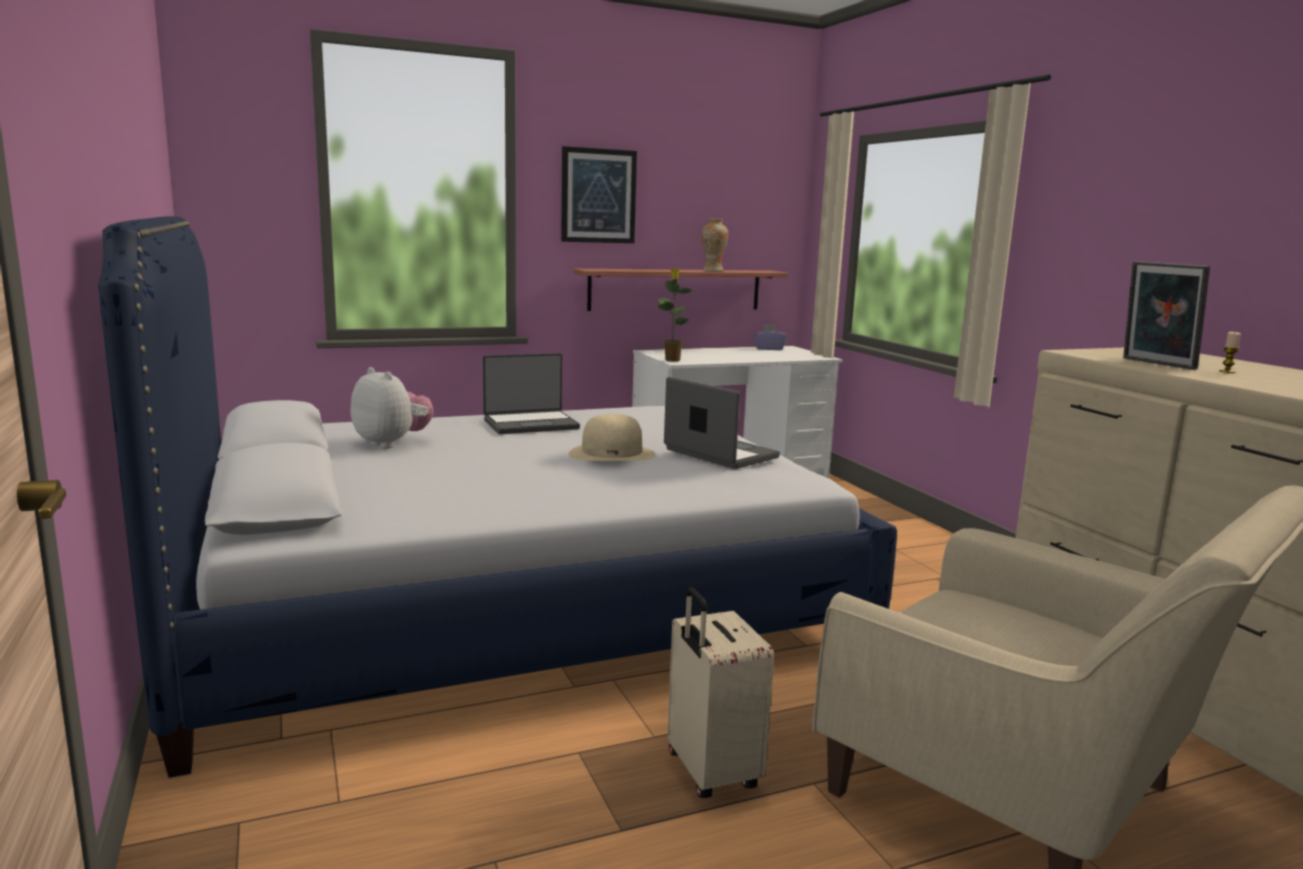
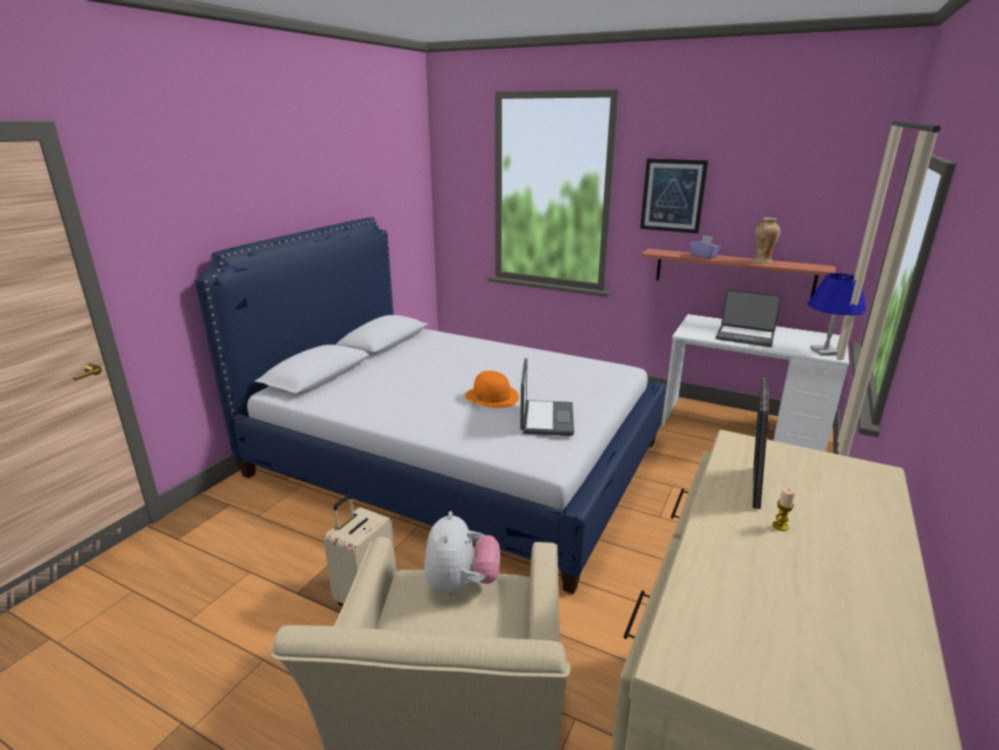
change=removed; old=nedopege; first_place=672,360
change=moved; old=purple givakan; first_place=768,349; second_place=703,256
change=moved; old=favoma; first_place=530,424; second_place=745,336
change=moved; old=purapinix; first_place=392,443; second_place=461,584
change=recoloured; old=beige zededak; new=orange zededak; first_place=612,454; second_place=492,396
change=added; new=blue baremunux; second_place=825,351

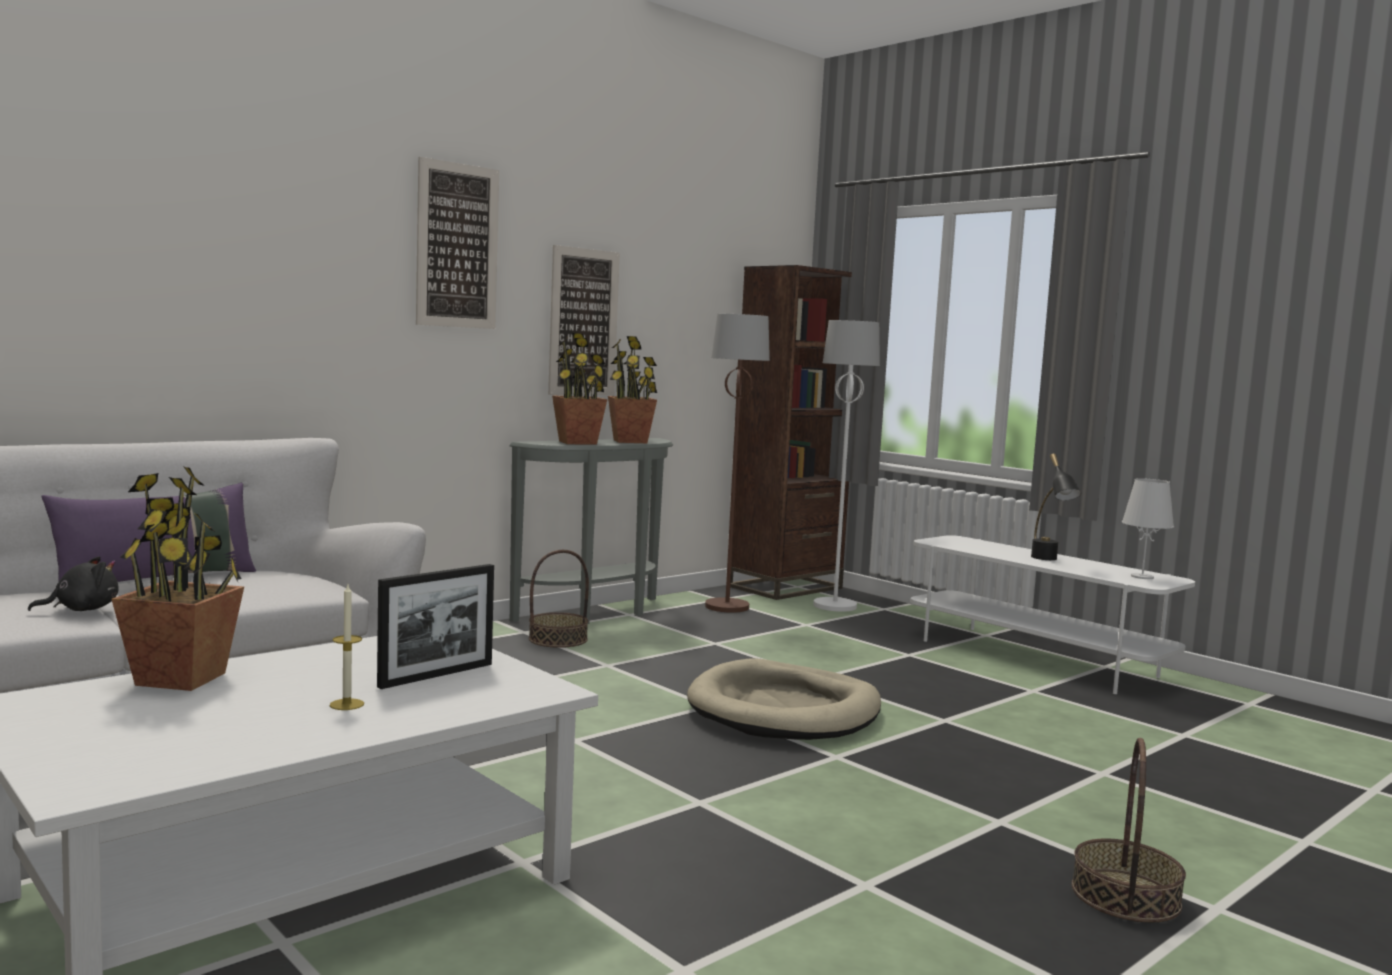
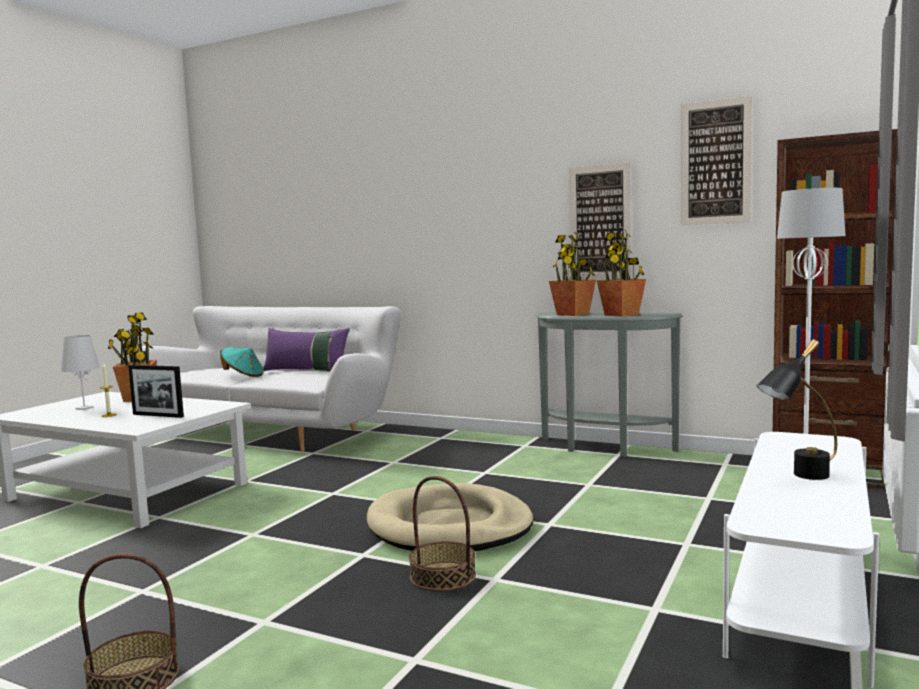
change=moved; old=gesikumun; first_place=457,246; second_place=715,162
change=removed; old=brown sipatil; first_place=727,607
change=moved; old=white baremunux; first_place=1141,576; second_place=84,407
change=moved; old=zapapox; first_place=558,639; second_place=443,576
change=replaced; old=black purapinix; new=turquoise zededak; first_place=81,610; second_place=243,376

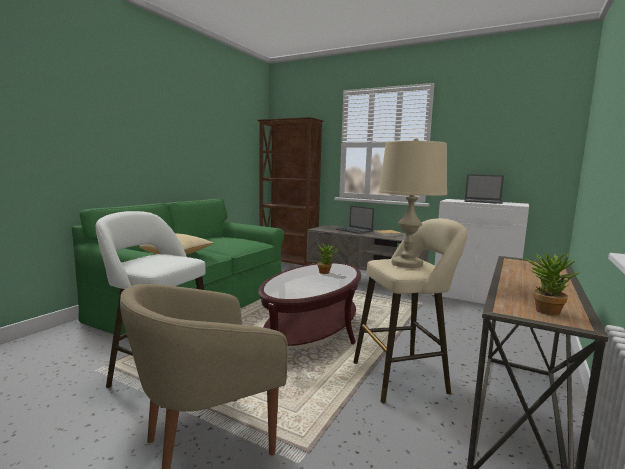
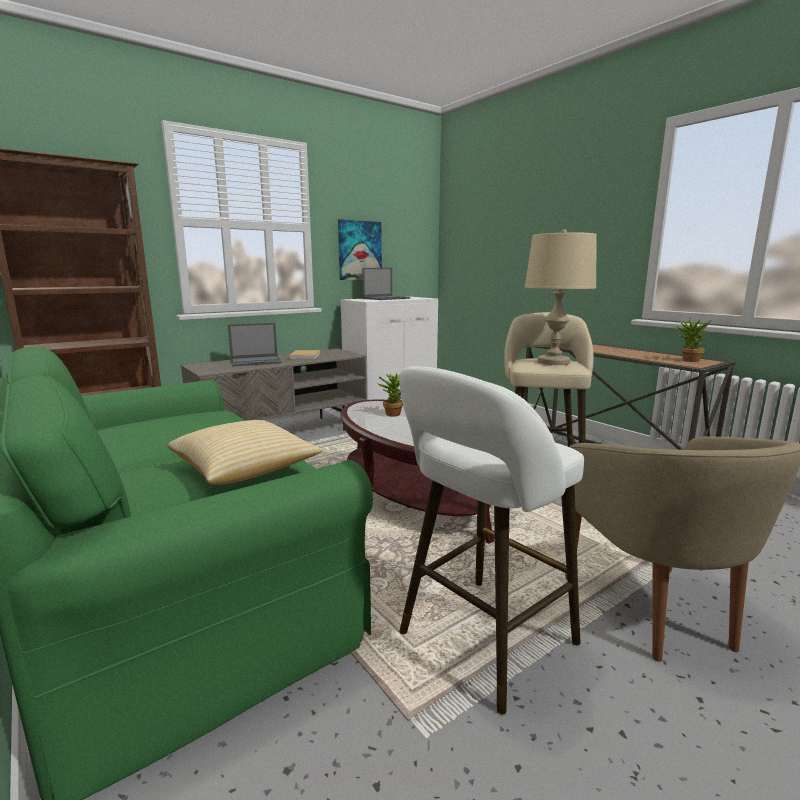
change=added; new=gesikumun; second_place=359,250

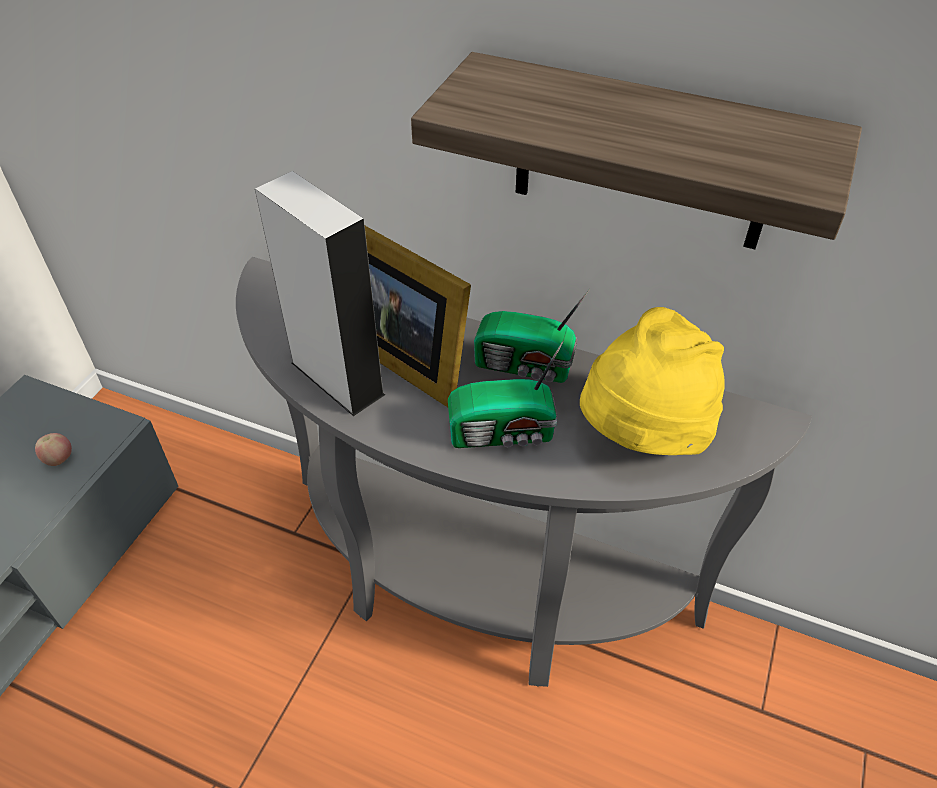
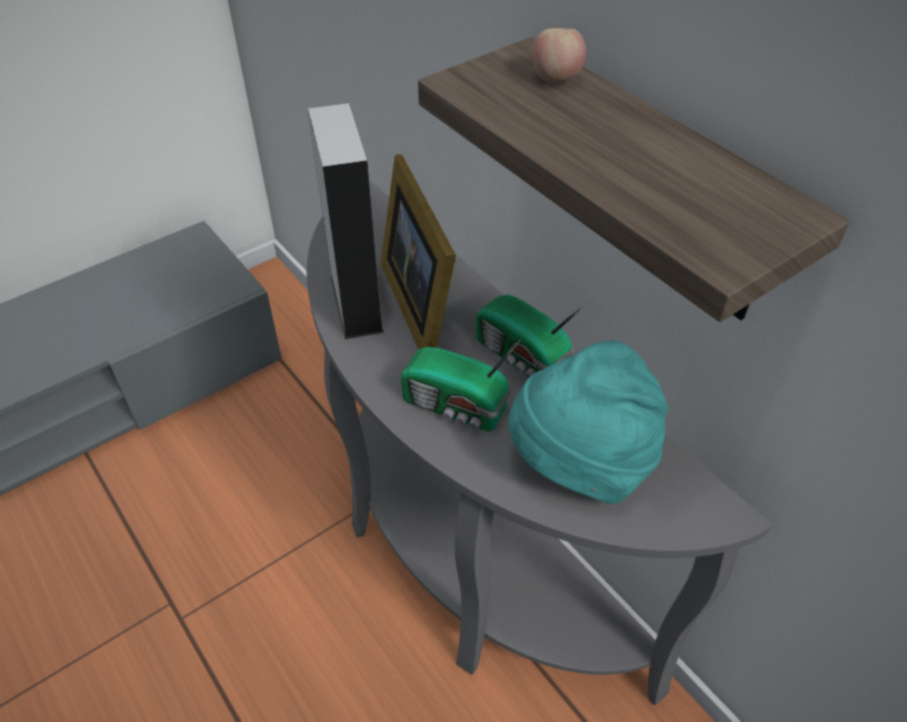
change=recoloured; old=yellow zededak; new=turquoise zededak; first_place=642,434; second_place=581,464
change=moved; old=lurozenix; first_place=59,459; second_place=556,80

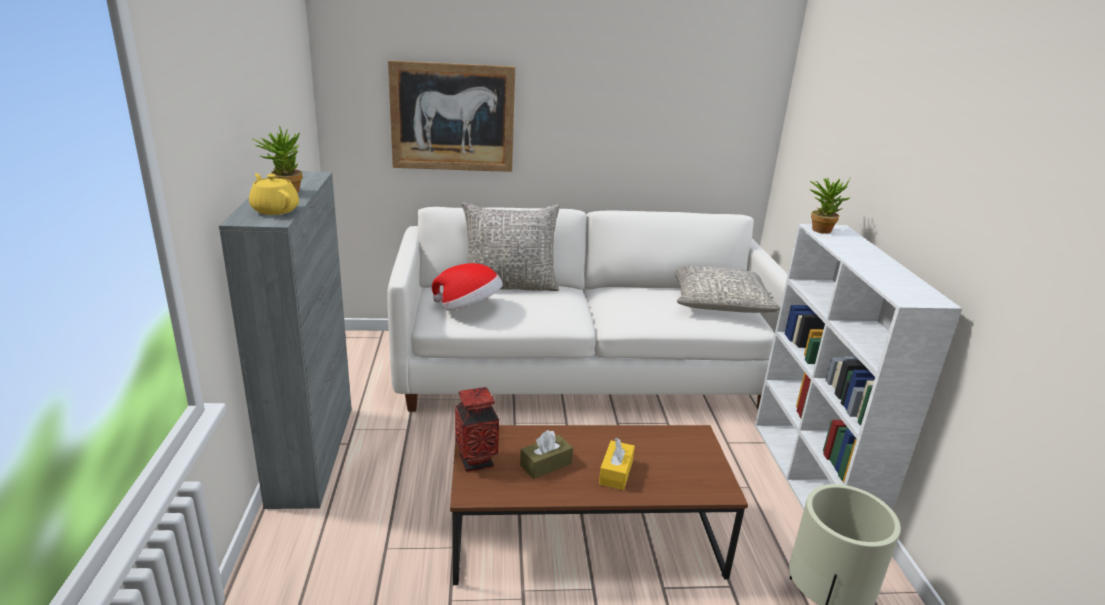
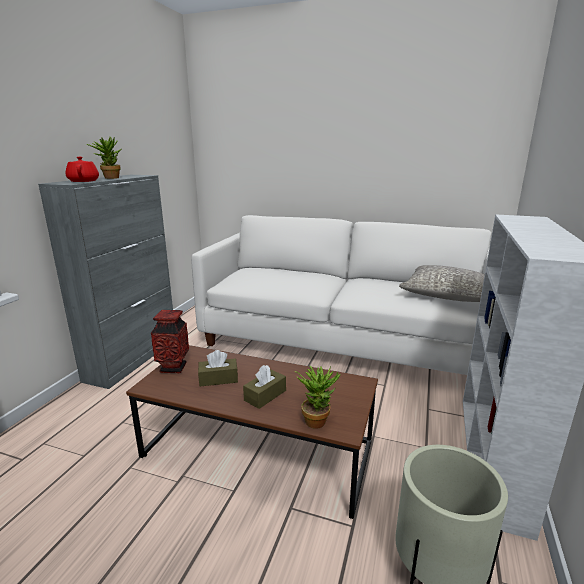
change=removed; old=gesikumun; first_place=452,117
change=recoloured; old=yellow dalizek; new=red dalizek; first_place=275,210; second_place=84,181
change=moved; old=nedopege; first_place=821,229; second_place=317,419
change=removed; old=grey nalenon; first_place=509,286
change=removed; old=zededak; first_place=469,308
change=recoloured; old=yellow givakan; new=brown givakan; first_place=616,472; second_place=265,395

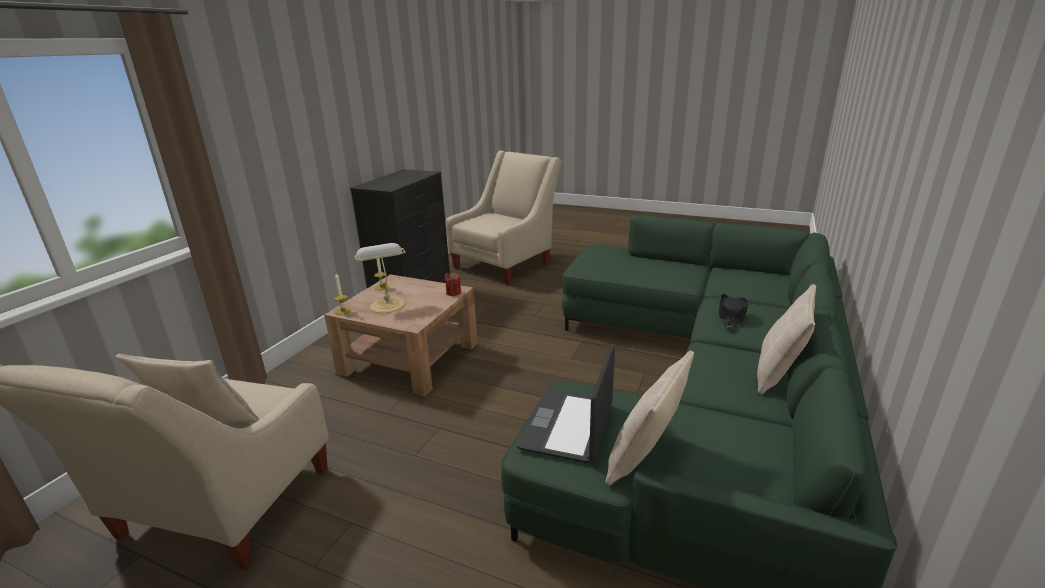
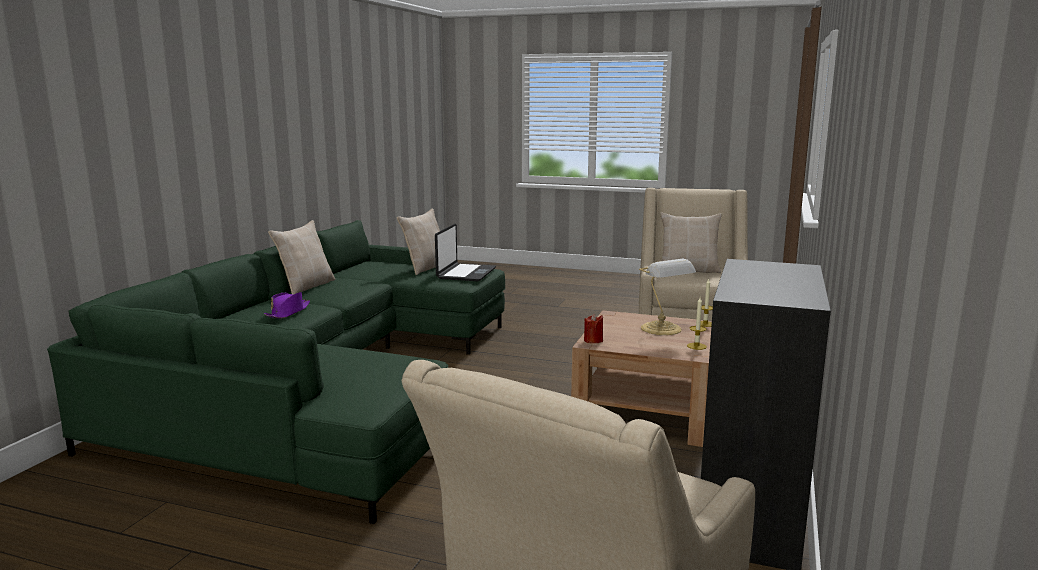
change=recoloured; old=black zededak; new=purple zededak; first_place=731,316; second_place=288,312

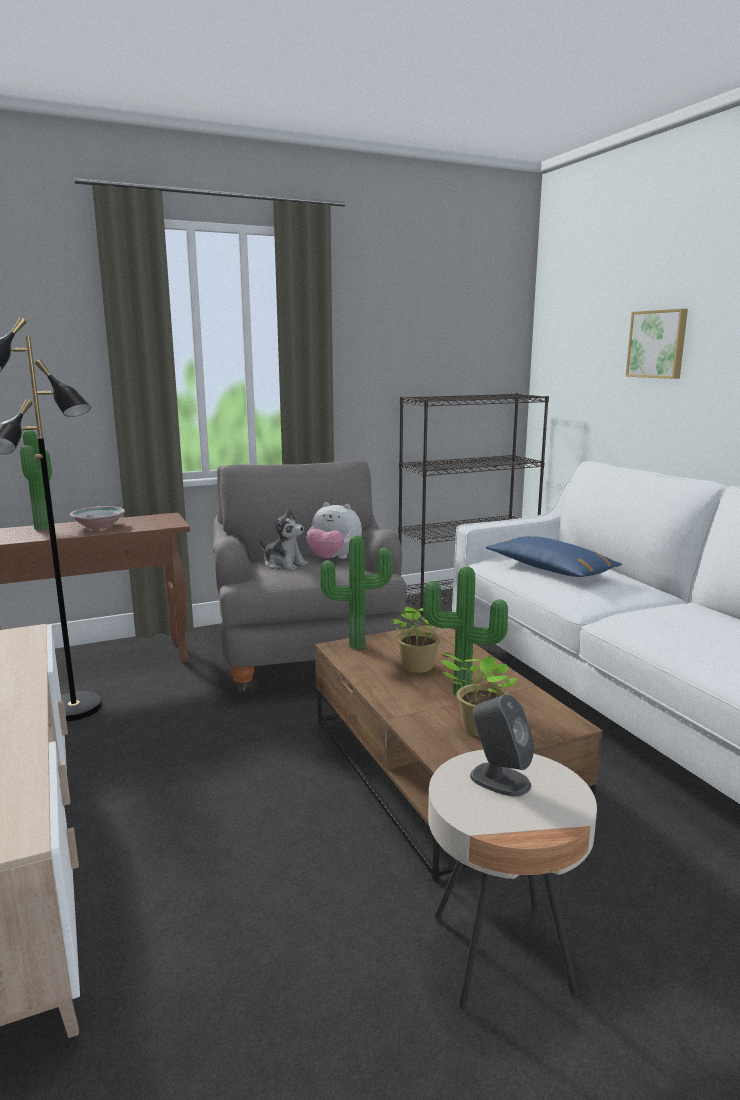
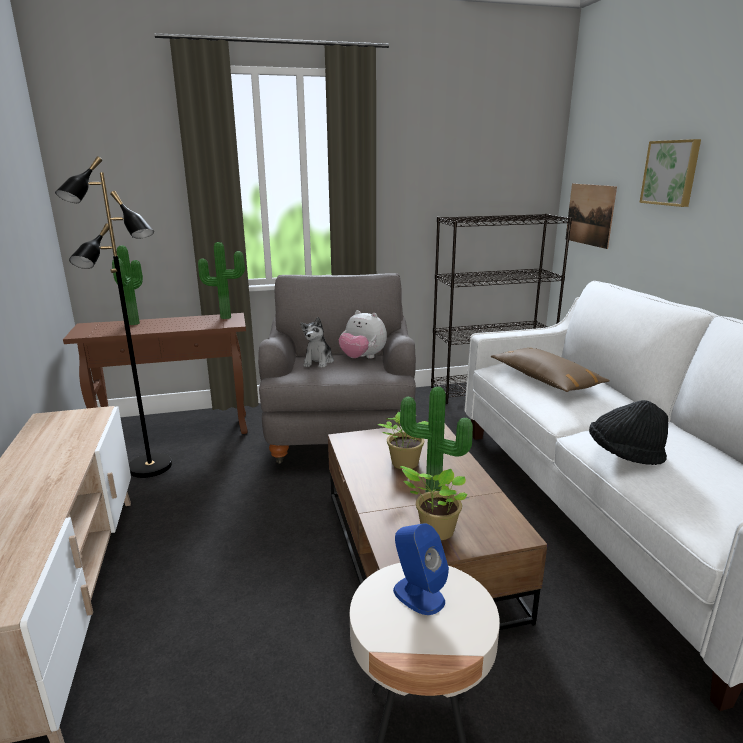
change=removed; old=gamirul; first_place=99,526
change=turned; old=purapinix; first_place=284,564; second_place=318,362; degrees=60
change=moved; old=nedopege; first_place=356,644; second_place=226,317
change=recoloured; old=blue nalenon; new=brown nalenon; first_place=550,569; second_place=545,379
change=recoloured; old=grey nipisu; new=blue nipisu; first_place=499,779; second_place=418,595
change=added; new=gesikumun; second_place=589,214
change=added; new=black zededak; second_place=624,454

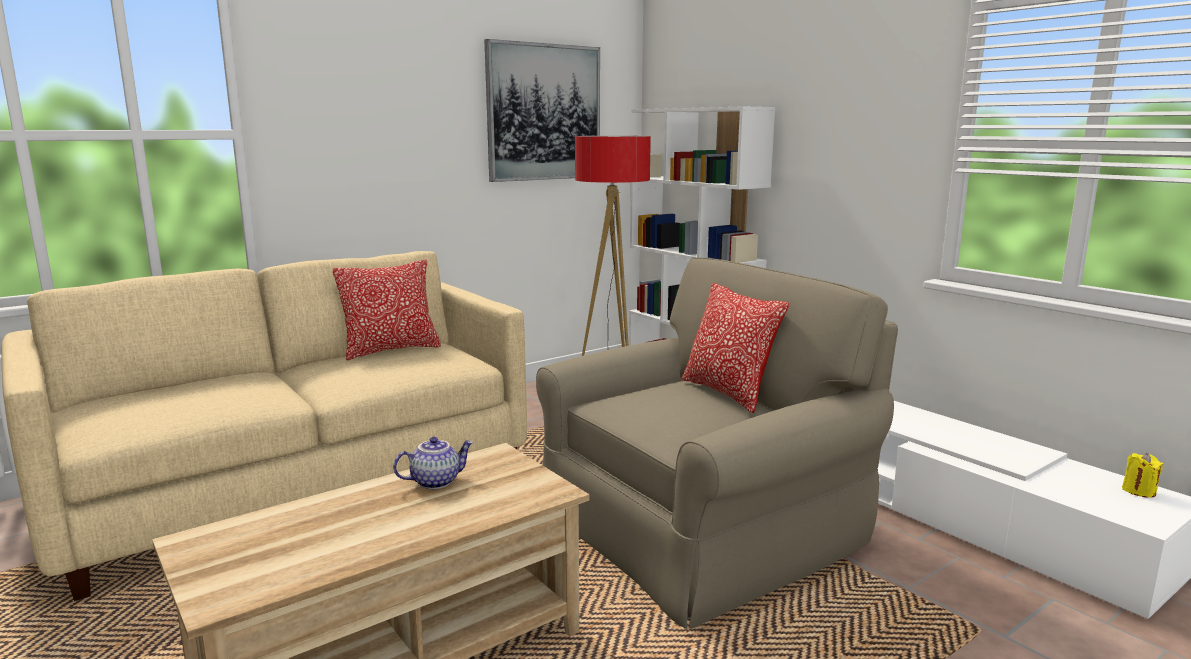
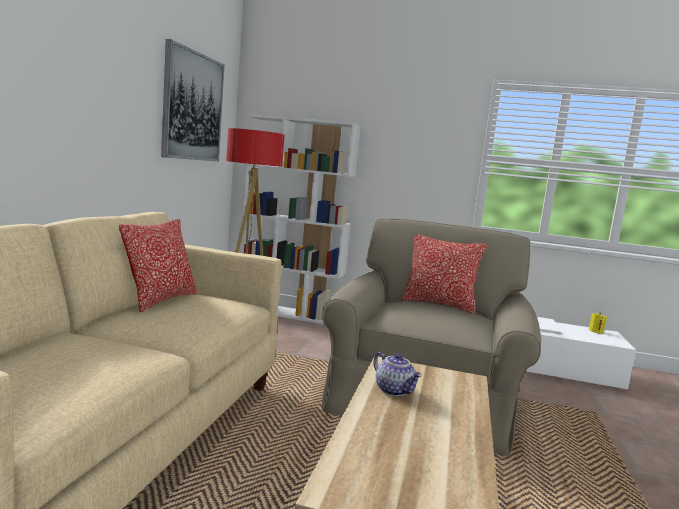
change=turned; old=dalizek; first_place=435,481; second_place=394,390; degrees=120

